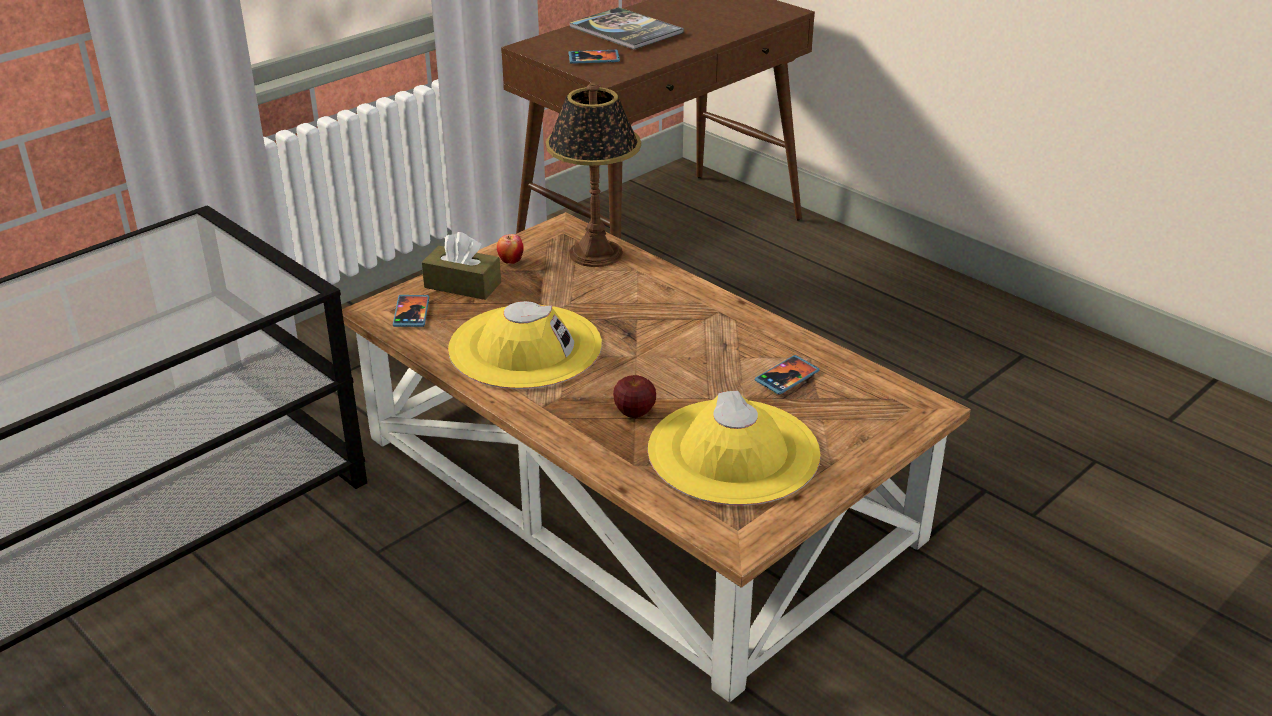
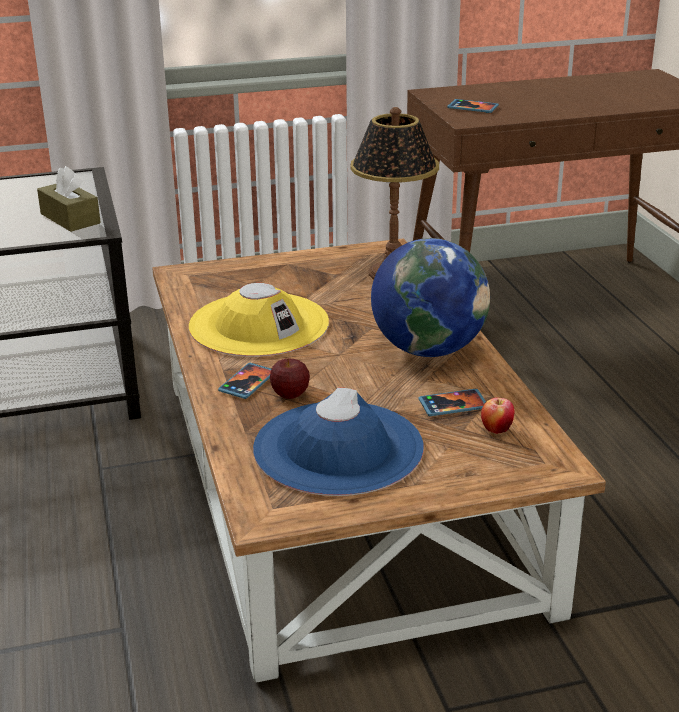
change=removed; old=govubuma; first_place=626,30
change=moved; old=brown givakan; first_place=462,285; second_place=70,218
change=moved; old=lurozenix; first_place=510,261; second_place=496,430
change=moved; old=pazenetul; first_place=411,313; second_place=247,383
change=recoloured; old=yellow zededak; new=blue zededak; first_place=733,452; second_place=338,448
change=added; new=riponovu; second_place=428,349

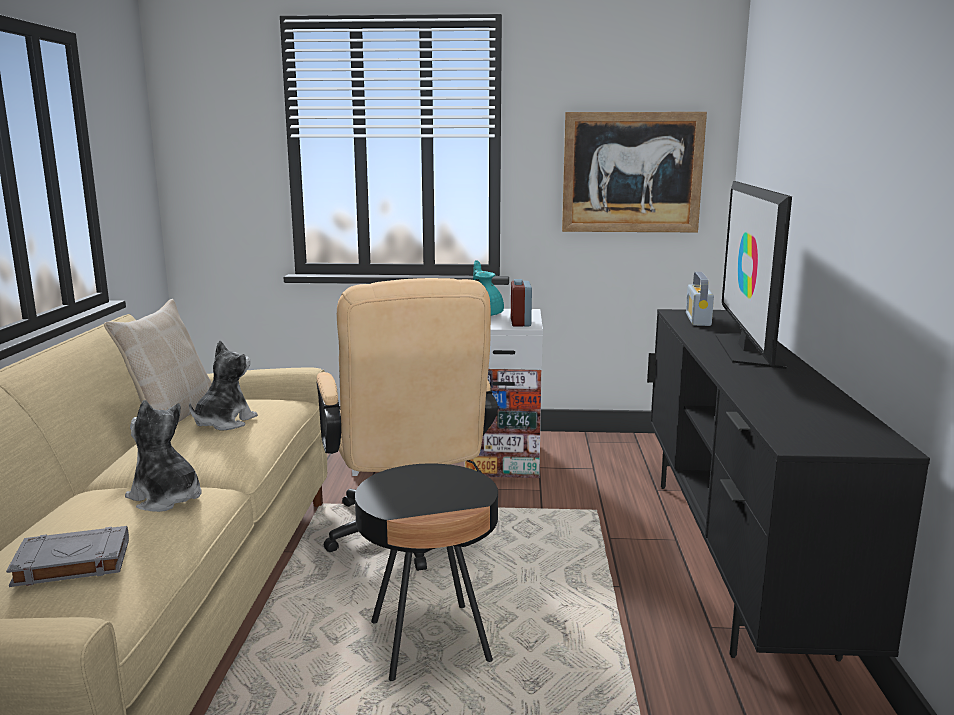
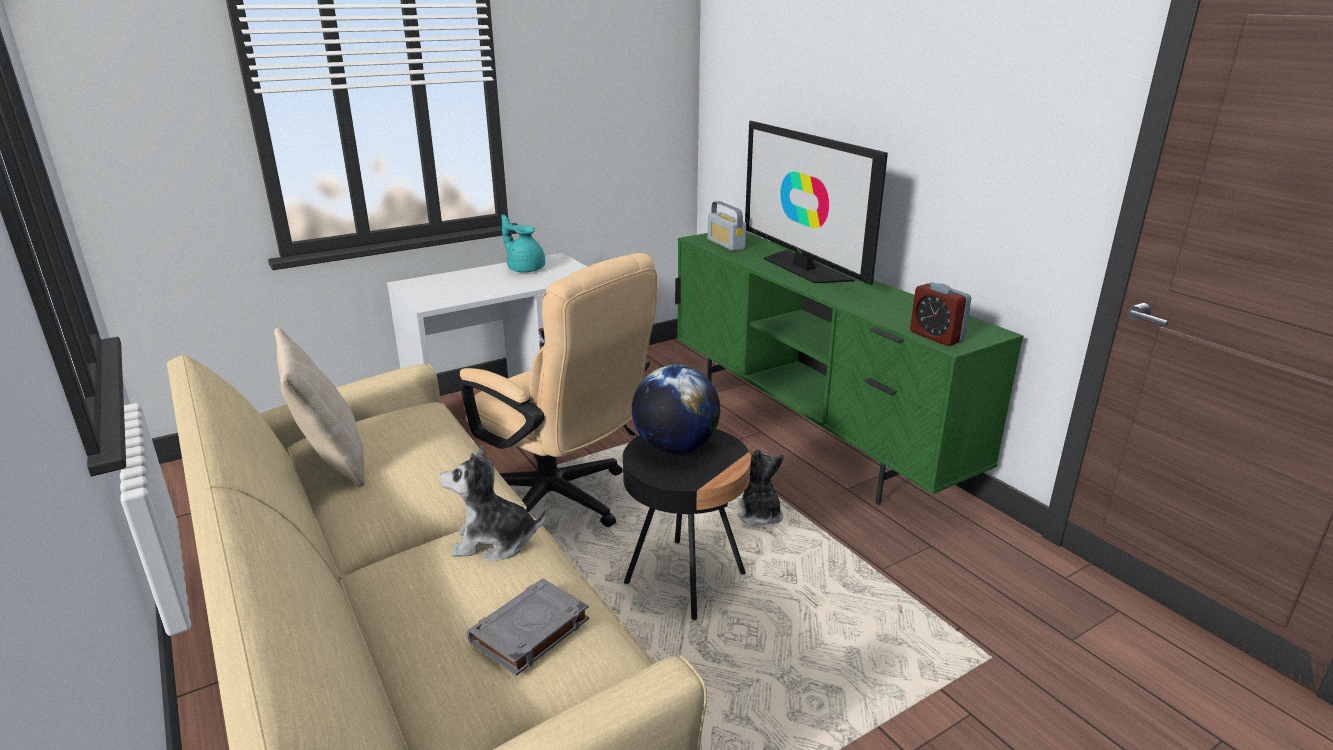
change=removed; old=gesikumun; first_place=632,173
change=moved; old=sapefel; first_place=520,322; second_place=936,337
change=recoloured; old=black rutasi; new=green rutasi; first_place=733,558; second_place=810,433
change=moved; old=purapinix; first_place=224,422; second_place=759,514
change=added; new=riponovu; second_place=675,447

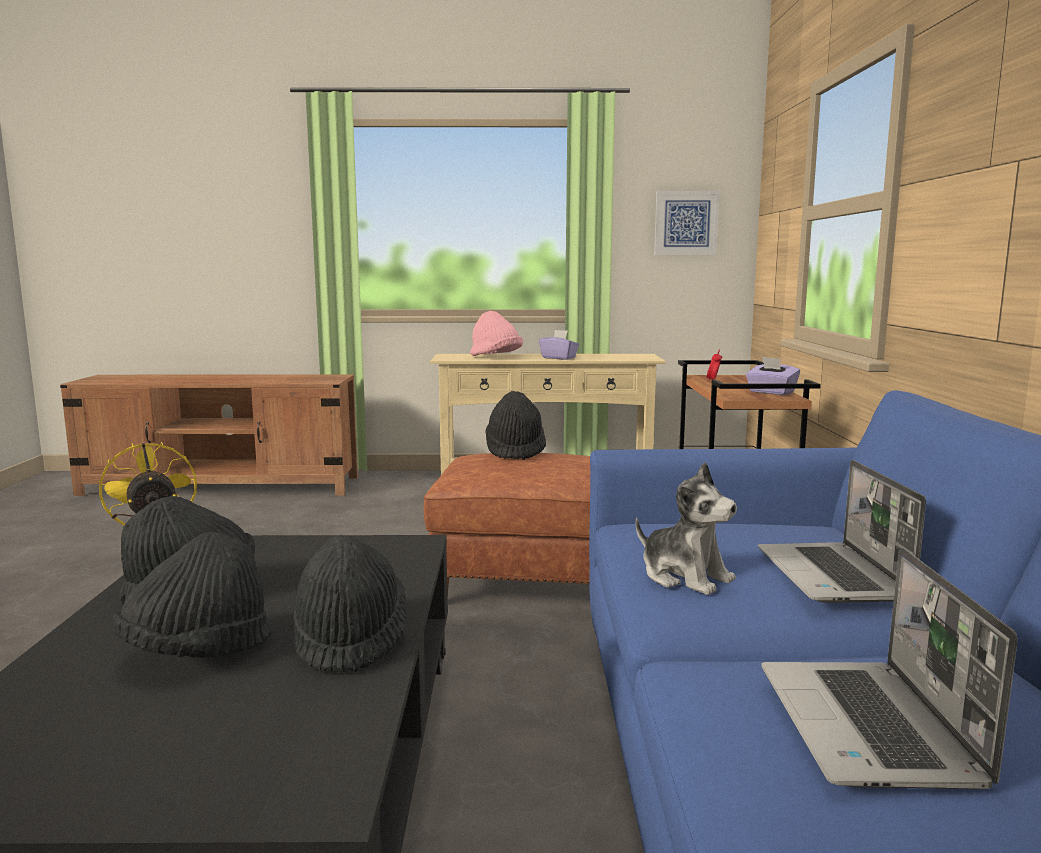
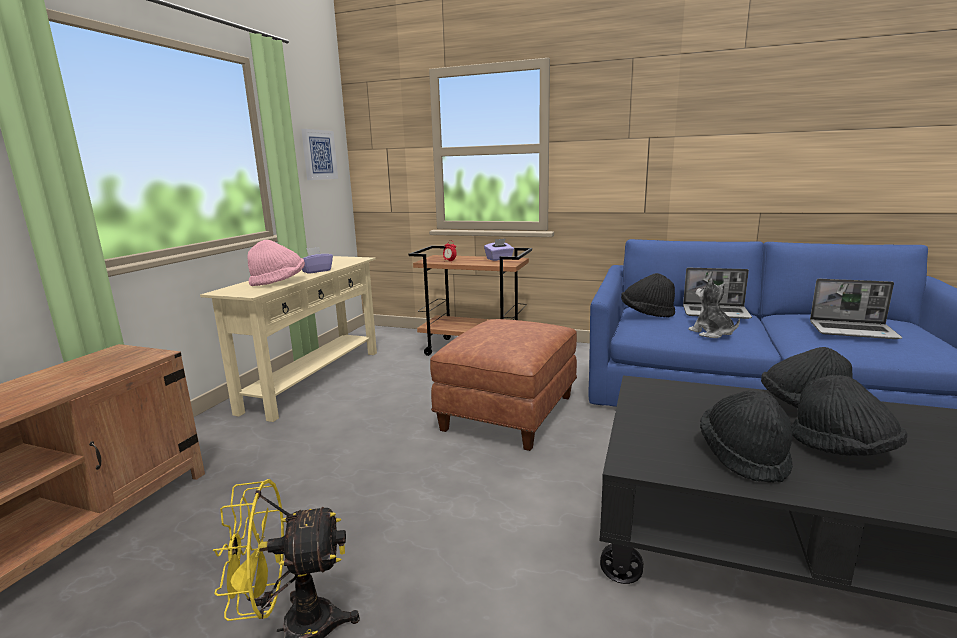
change=moved; old=black zededak; first_place=515,451; second_place=646,314
change=turned; old=purapinix; first_place=685,576; second_place=712,333; degrees=-90

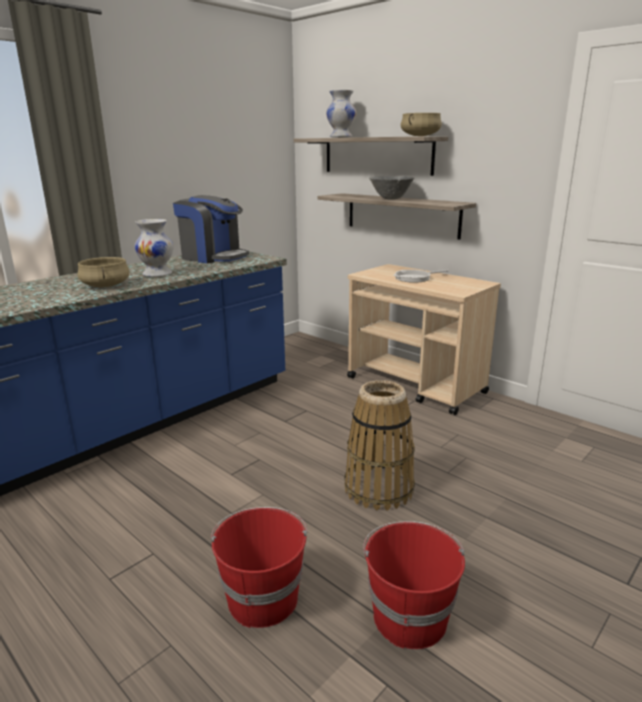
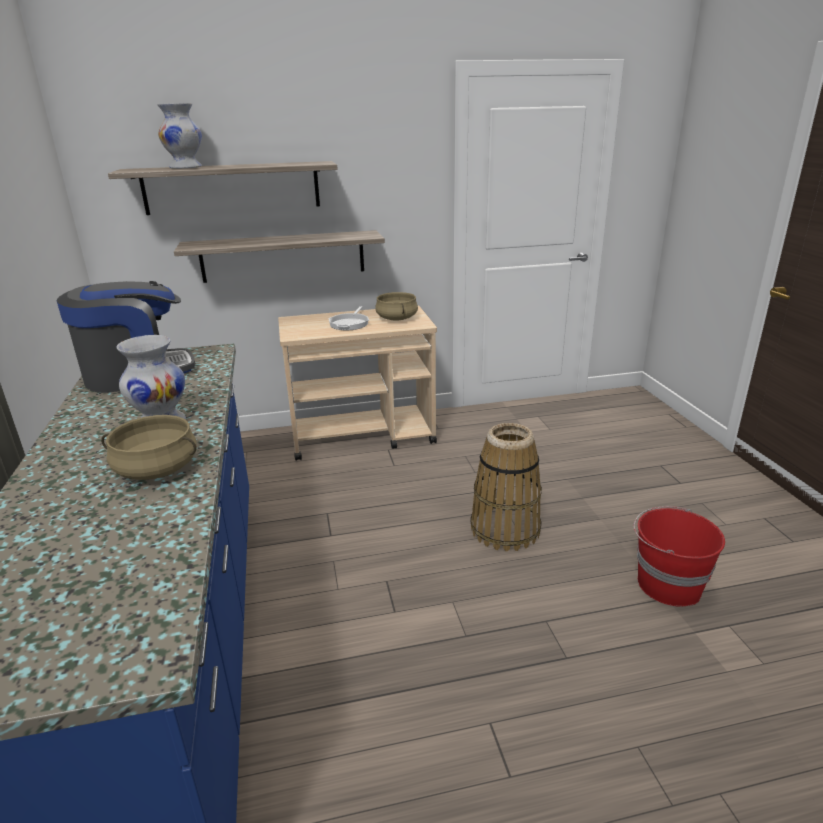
change=moved; old=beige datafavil; first_place=420,136; second_place=397,318
change=removed; old=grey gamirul; first_place=391,199
change=removed; old=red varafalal; first_place=262,597

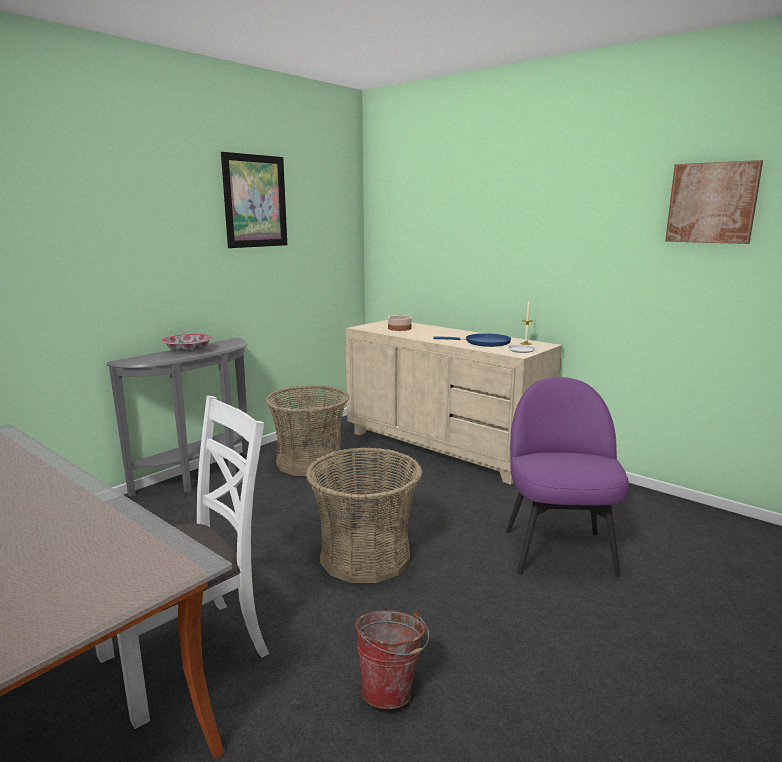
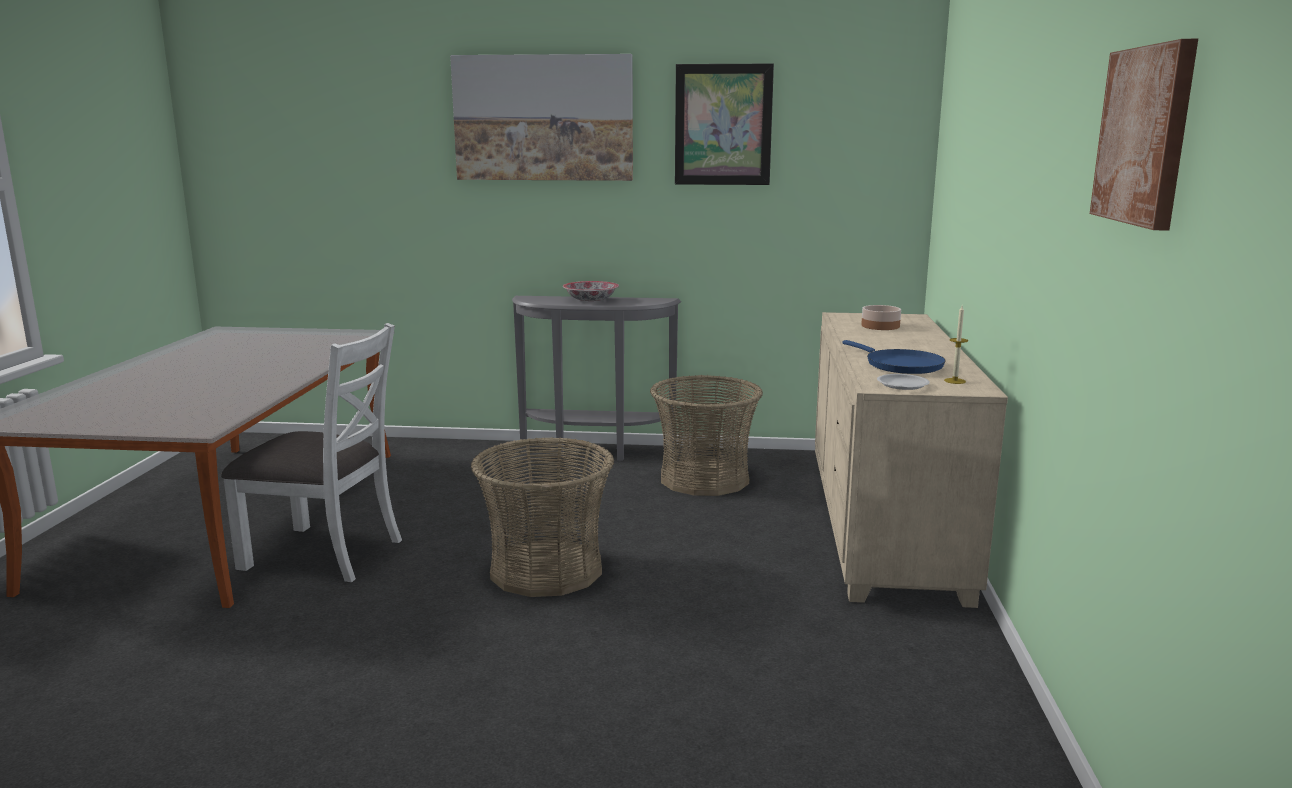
change=removed; old=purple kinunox; first_place=558,550
change=removed; old=varafalal; first_place=391,689
change=added; new=gesikumun; second_place=543,118

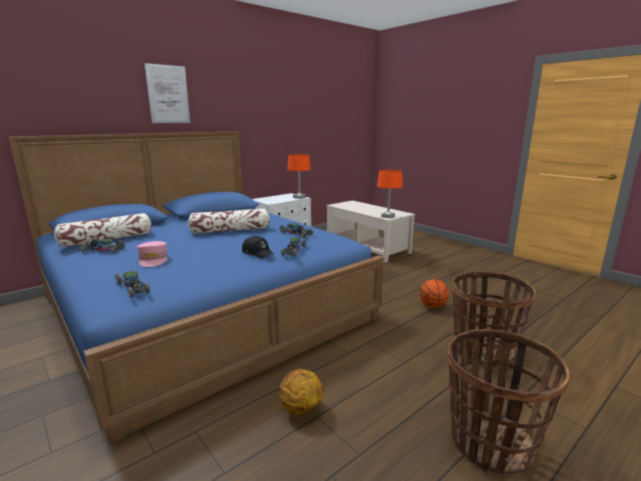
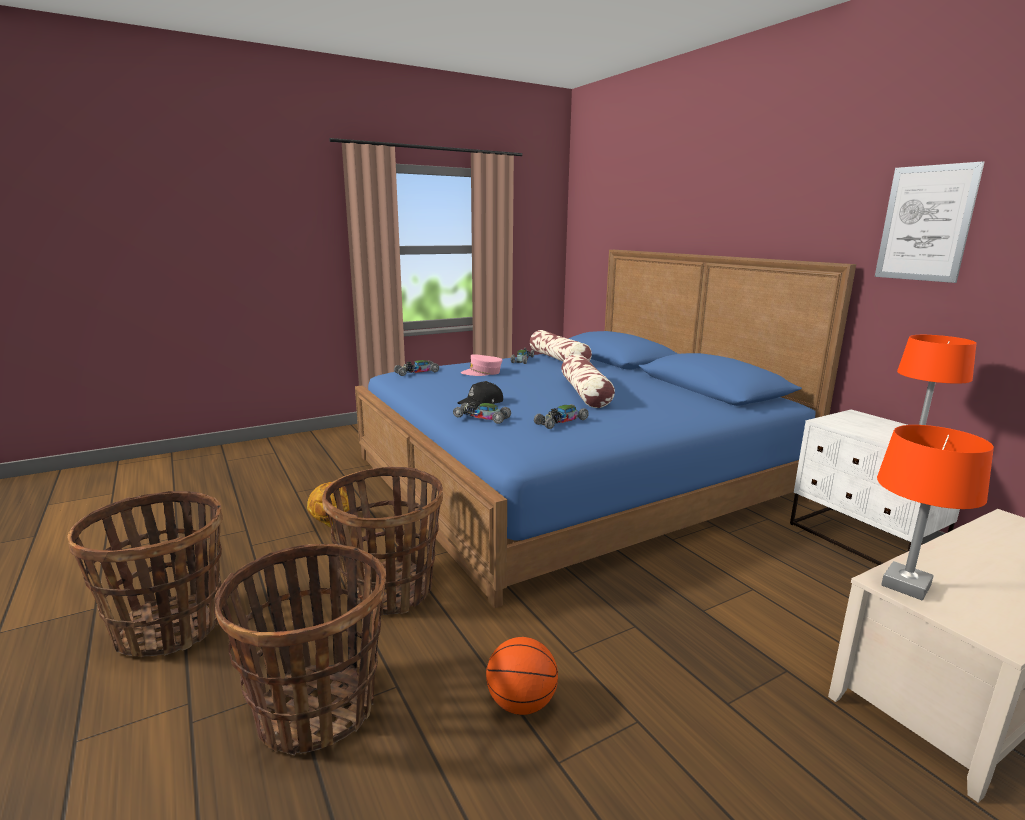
change=moved; old=gesikumun; first_place=168,94; second_place=925,223
change=added; new=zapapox; second_place=390,590

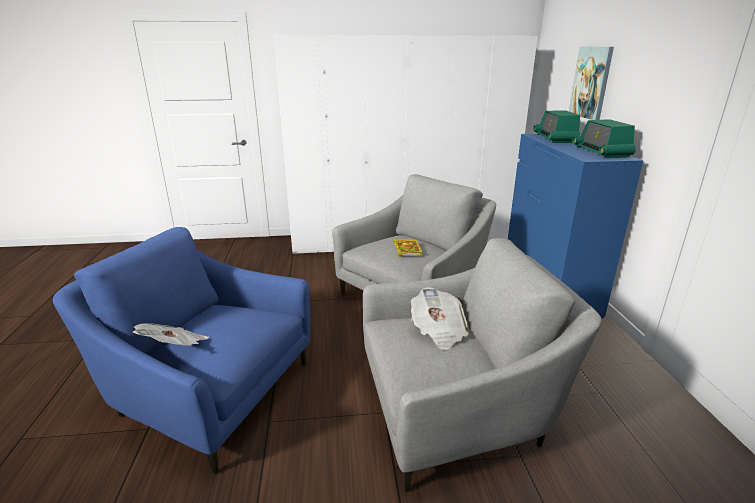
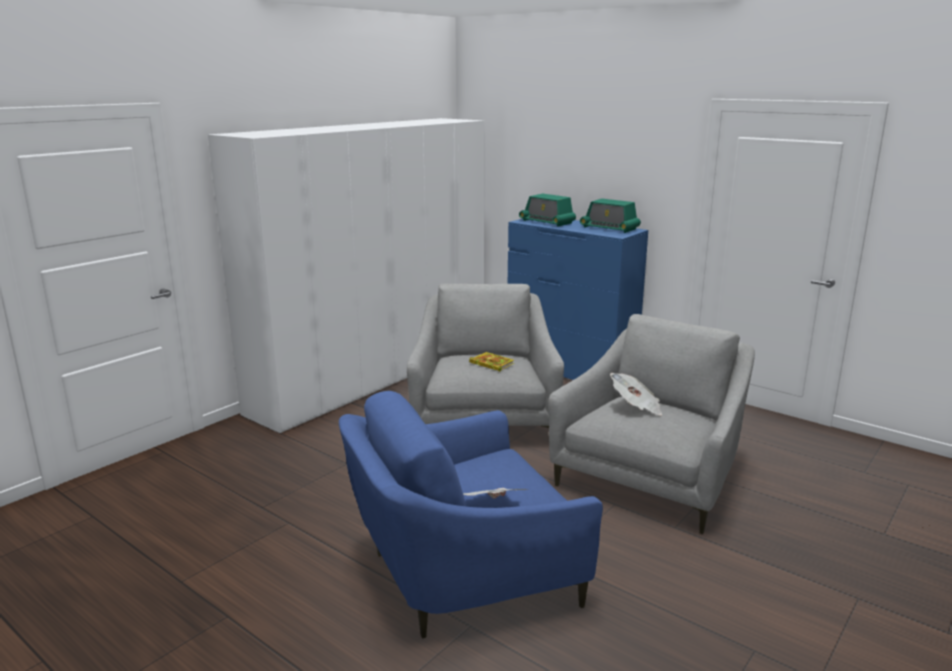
change=removed; old=gesikumun; first_place=591,82

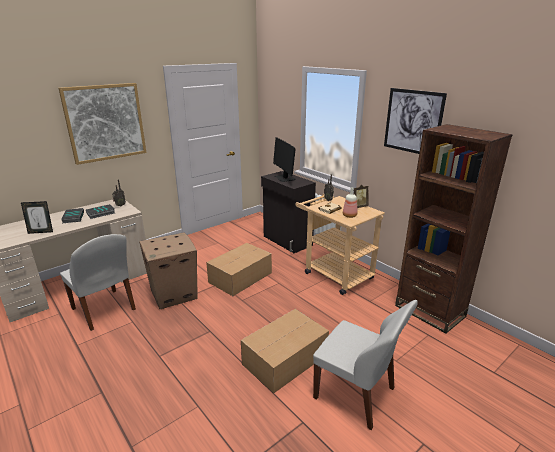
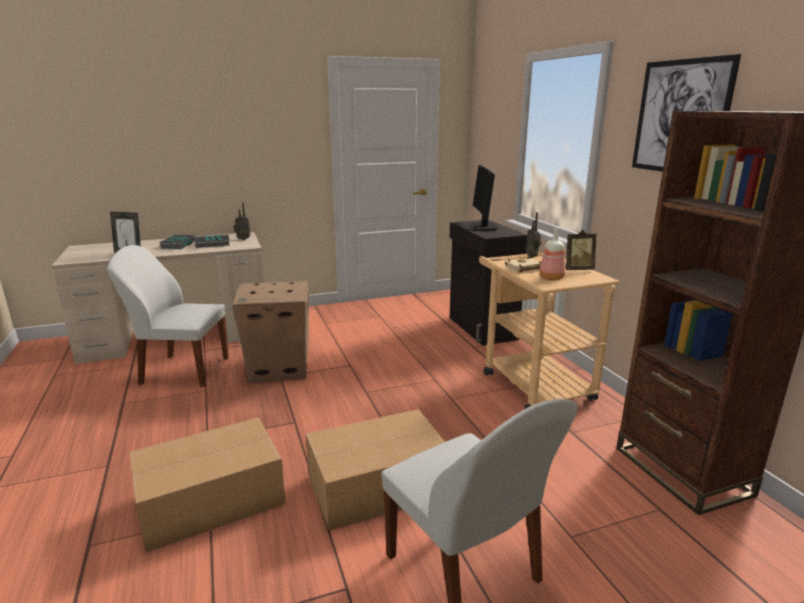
change=removed; old=gesikumun; first_place=105,122
change=turned; old=white kinunox; first_place=104,310; second_place=183,370; degrees=120
change=moved; old=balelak; first_place=239,277; second_place=209,500

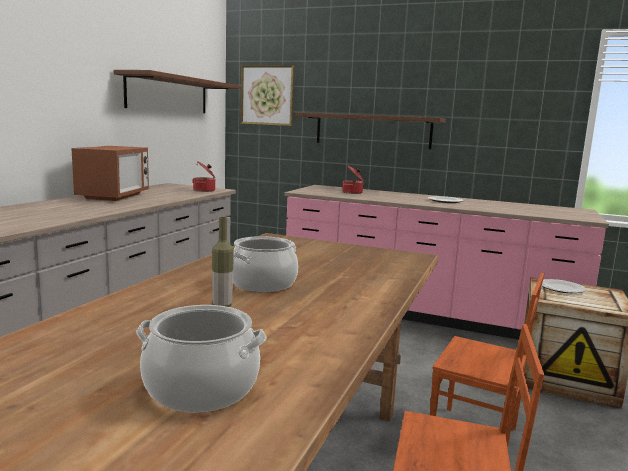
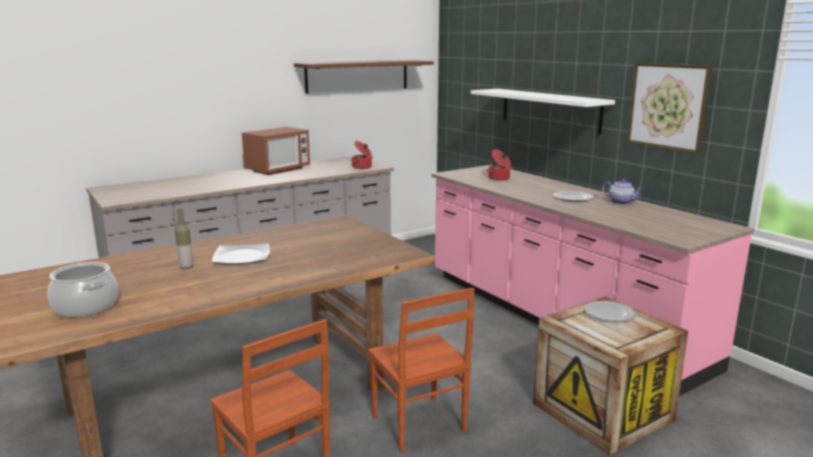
change=moved; old=gesikumun; first_place=267,95; second_place=667,106
change=recoloured; old=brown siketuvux; new=white siketuvux; first_place=372,131; second_place=549,110
change=replaced; old=datafavil; new=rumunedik; first_place=263,284; second_place=241,257
change=added; new=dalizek; second_place=621,202

